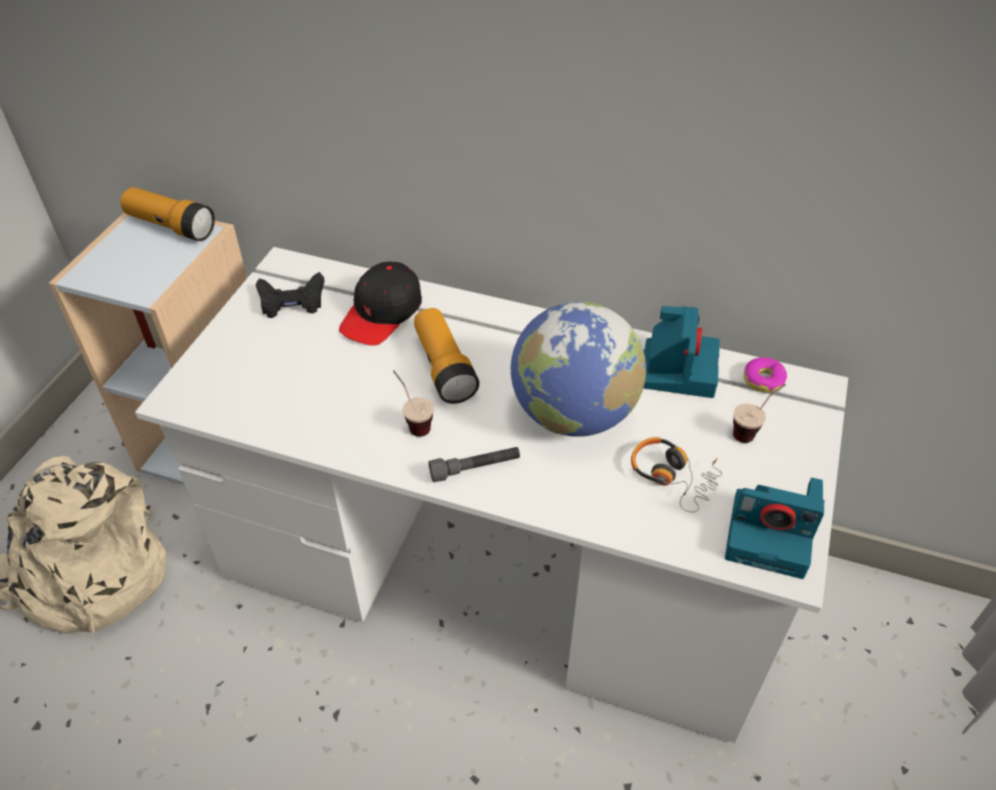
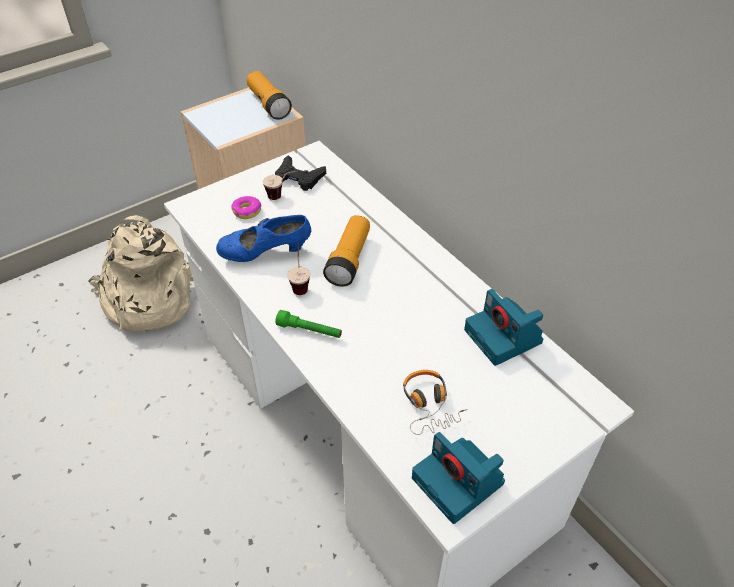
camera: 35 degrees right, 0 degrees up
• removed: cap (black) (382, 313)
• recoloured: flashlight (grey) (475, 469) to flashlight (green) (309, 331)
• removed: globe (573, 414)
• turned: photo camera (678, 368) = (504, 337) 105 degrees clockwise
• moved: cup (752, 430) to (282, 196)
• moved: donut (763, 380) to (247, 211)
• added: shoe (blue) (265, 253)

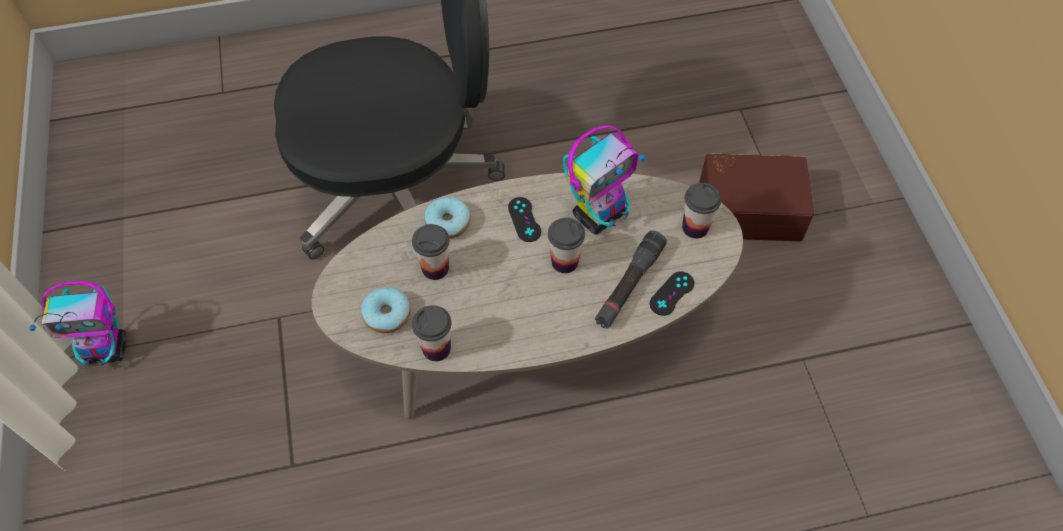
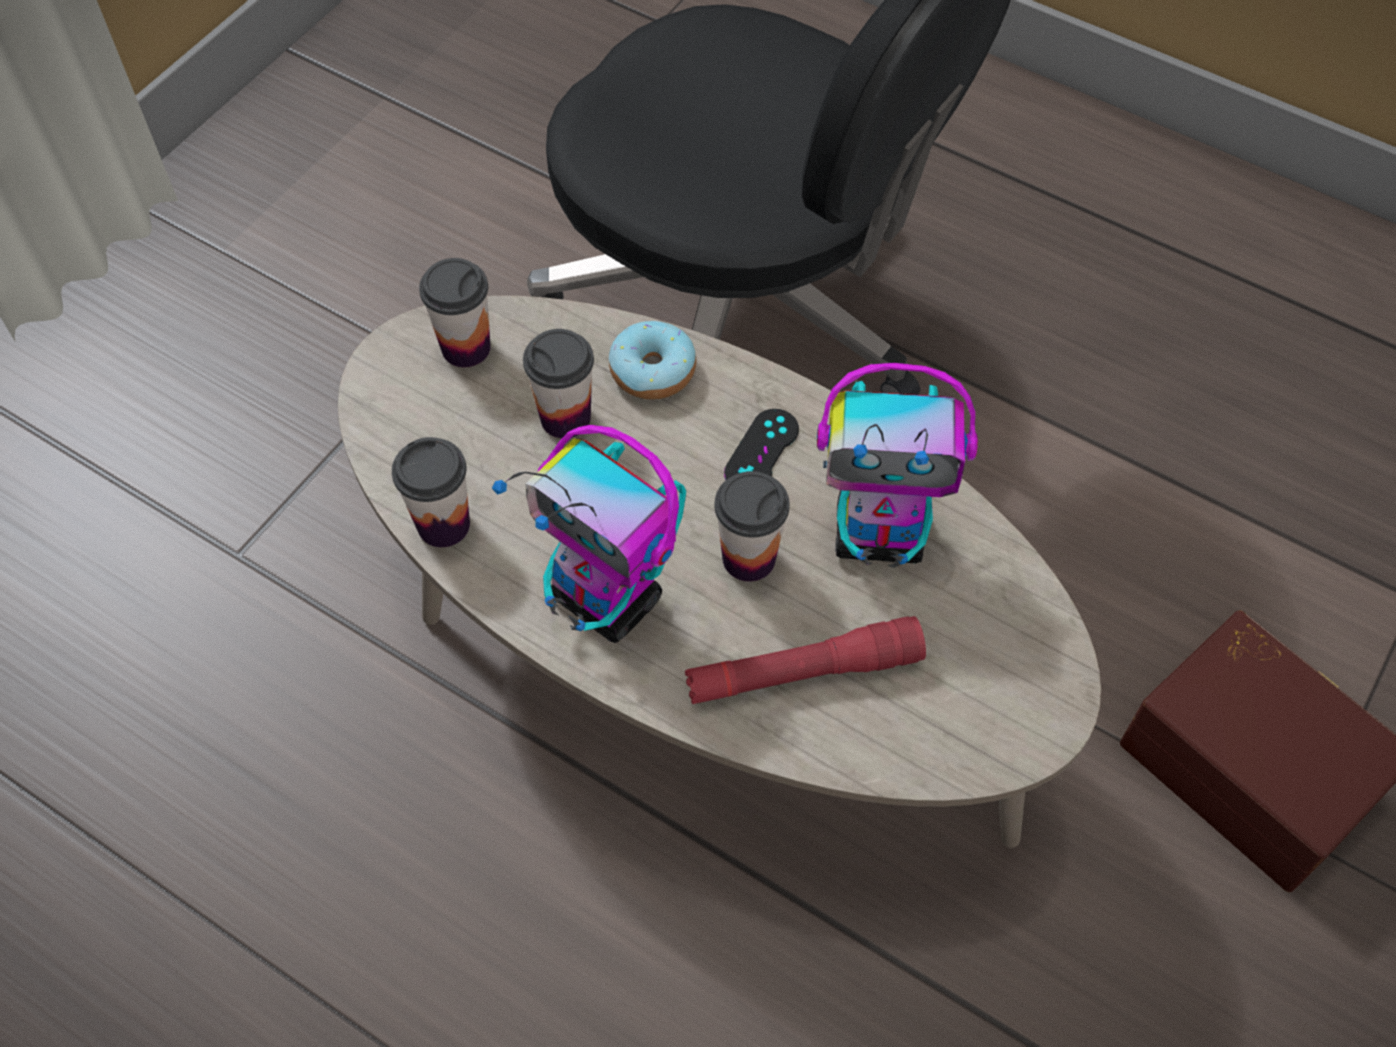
camera: 45 degrees right, 0 degrees up
• moved: toy robot (107, 349) to (608, 600)
• removed: donut (387, 315)
• recoloured: flashlight (black) (629, 285) to flashlight (red) (803, 672)
• removed: game controller (black) (671, 293)
• moved: cup (695, 227) to (466, 348)

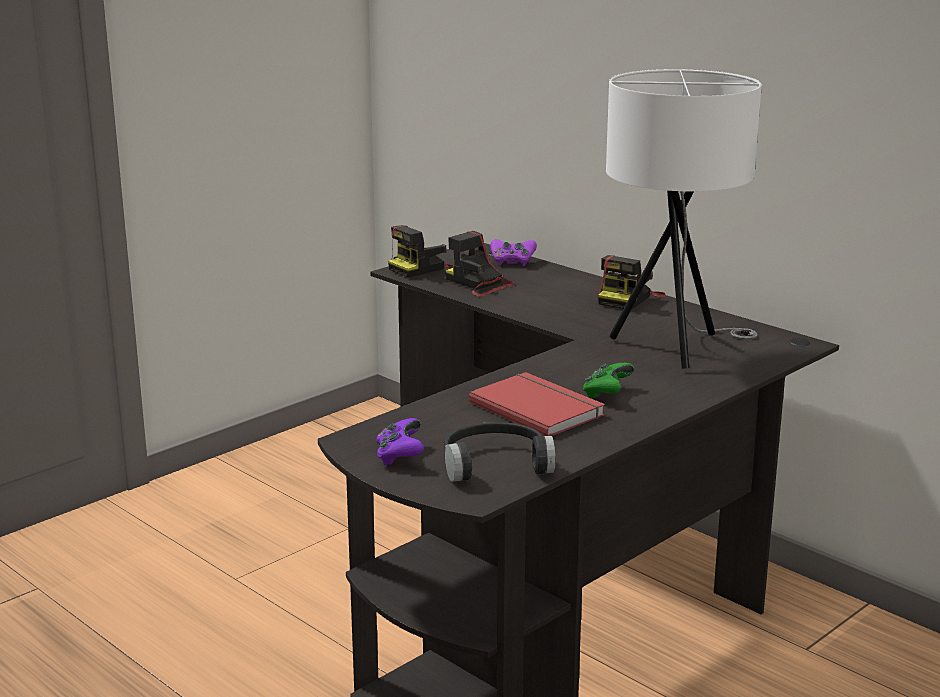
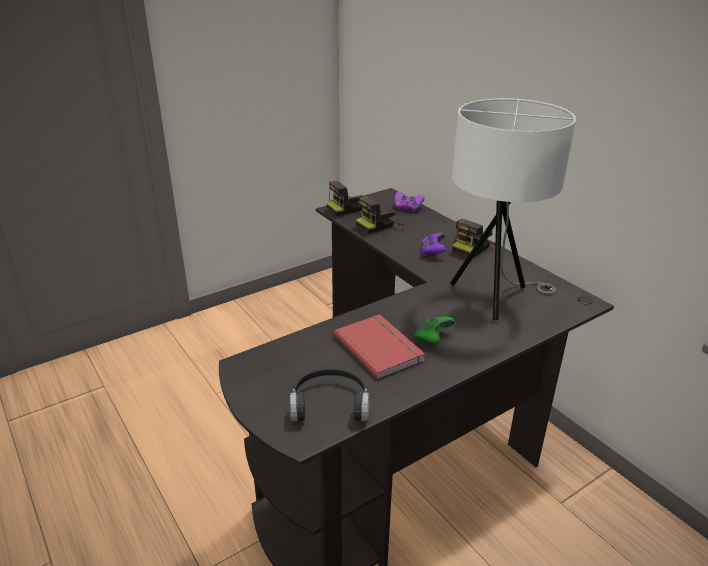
camera: 10 degrees right, 10 degrees up
• moved: game controller (purple) (400, 456) to (432, 252)
• turned: photo camera (479, 284) = (380, 225) 90 degrees counterclockwise

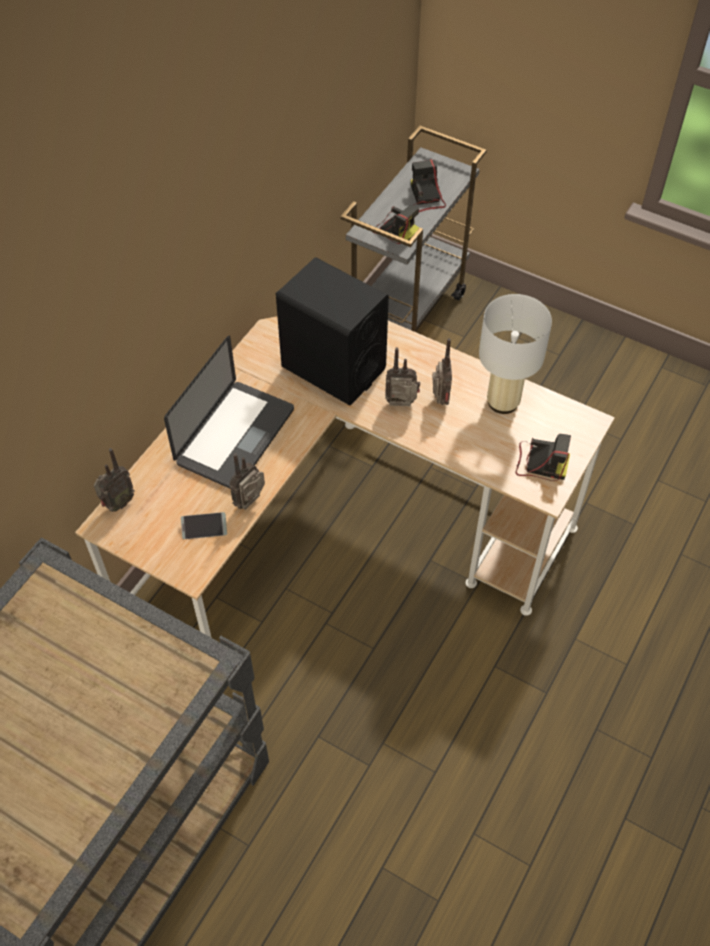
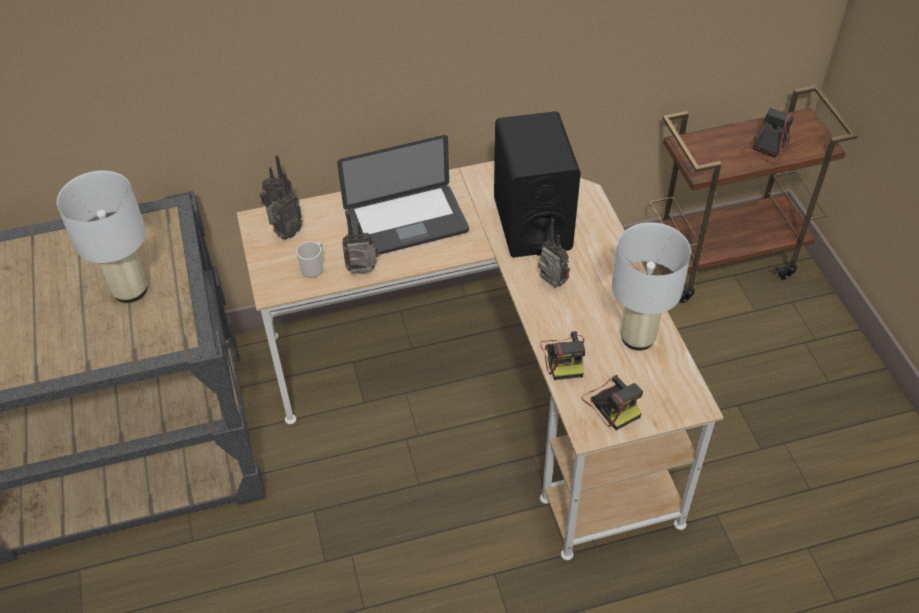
camera: 45 degrees right, 5 degrees down
• replaced: phone (204, 528) to mug (314, 268)
• recoloured: cart (grey) (408, 314) to cart (brown) (724, 262)
• moved: photo camera (395, 230) to (564, 357)
• moved: radio (439, 400) to (287, 234)
• added: table lamp (white) (129, 291)

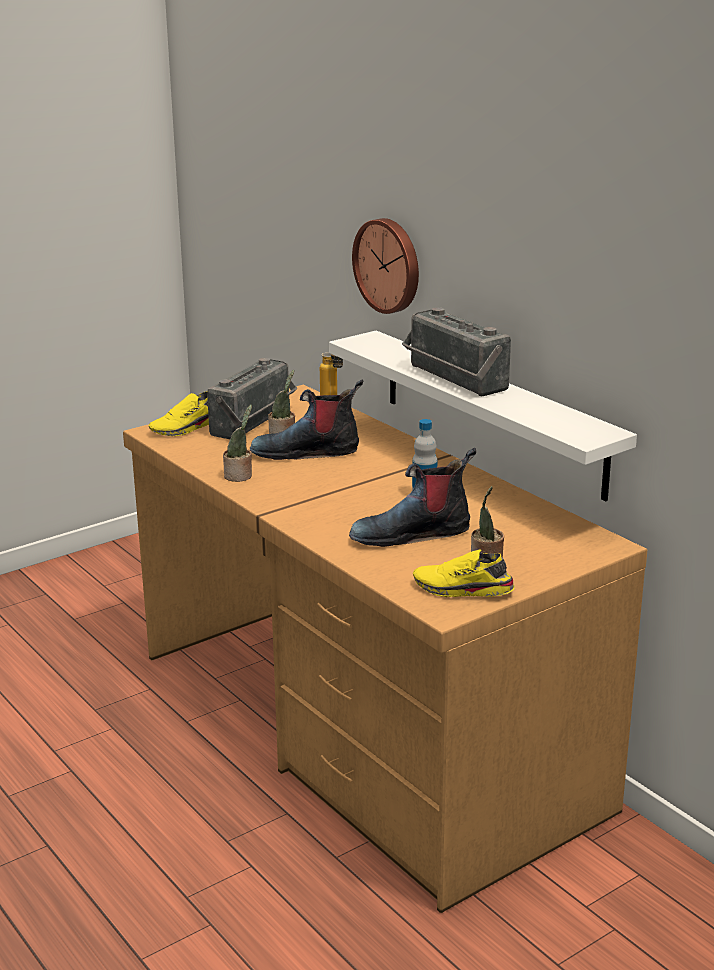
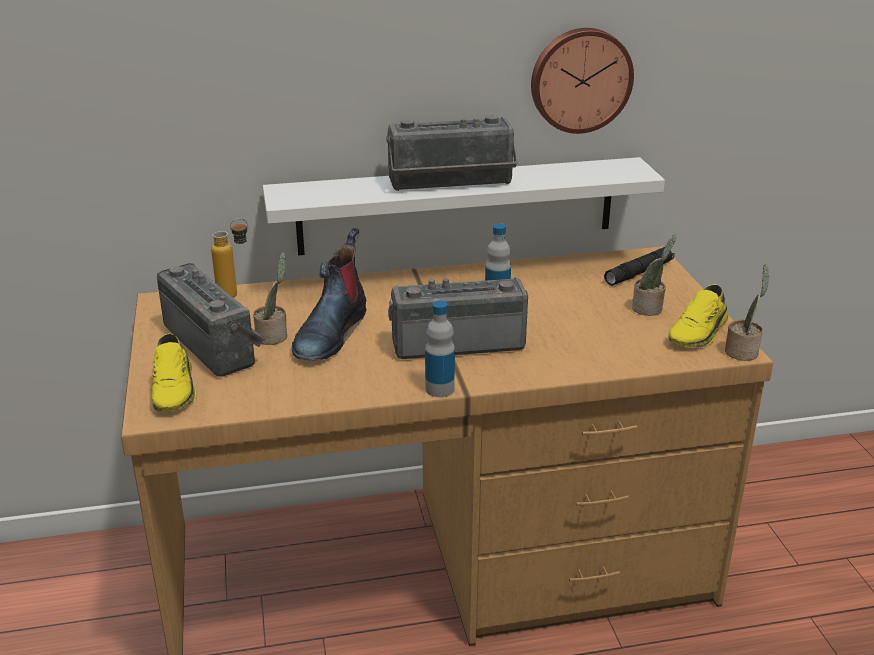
camera: 65 degrees left, 5 degrees up
• moved: potted plant (240, 476) to (742, 351)
• removed: boot (411, 534)
• moved: wall clock (389, 265) to (580, 79)
• added: radio (457, 342)
• added: bottle (439, 389)
• added: flashlight (black) (639, 273)

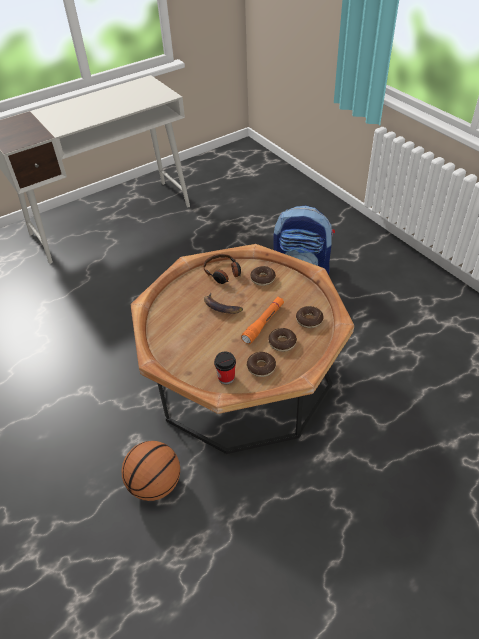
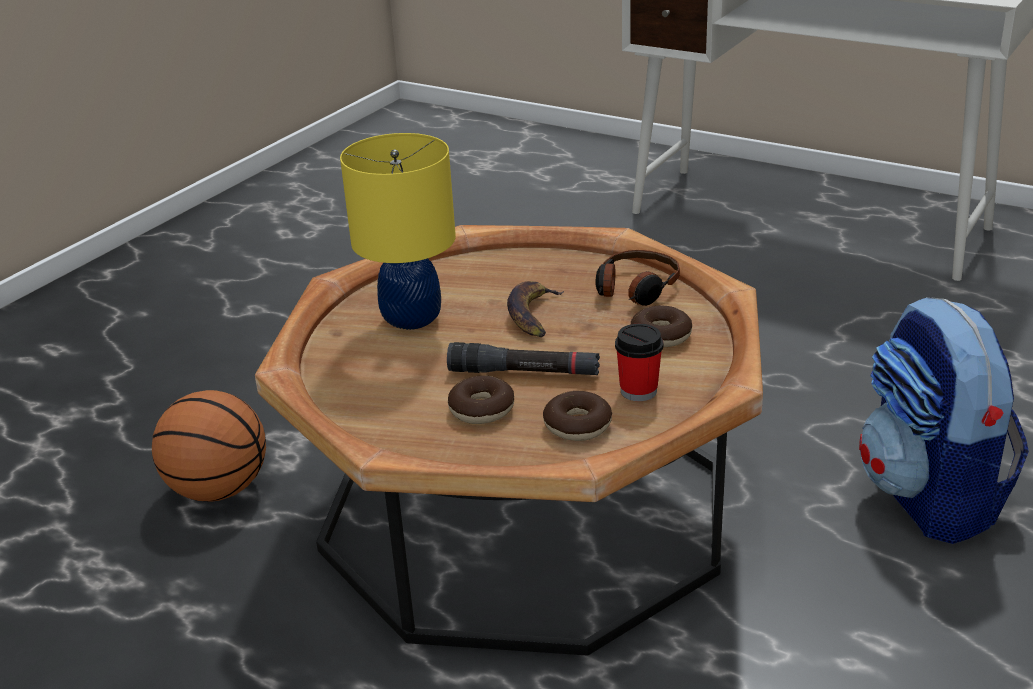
camera: 65 degrees right, 15 degrees down
• moved: cup (226, 377) to (638, 391)
• recoloured: flashlight (orange) (263, 323) to flashlight (black) (524, 373)
• removed: donut (261, 367)
• added: table lamp (yellow) (410, 319)

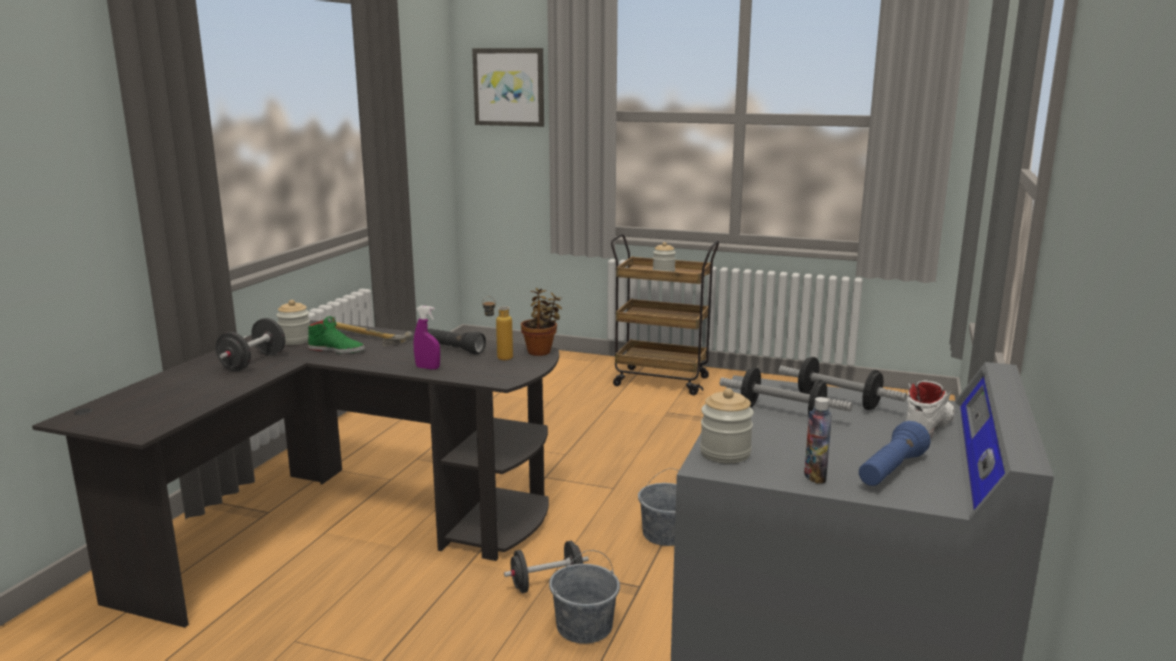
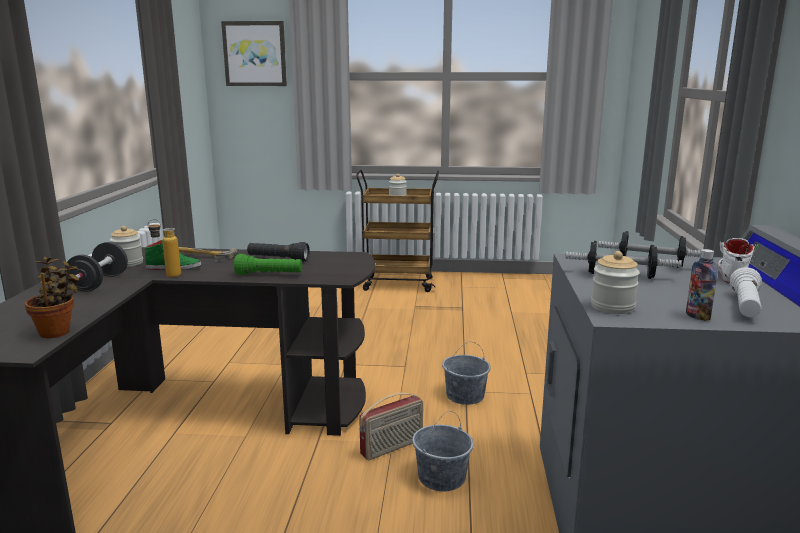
camera: 15 degrees left, 0 degrees up
• replaced: spray bottle (purple) (427, 368) to flashlight (green) (269, 275)
• moved: bottle (498, 358) to (167, 275)
• replaced: dumbbell (black) (547, 584) to radio (392, 448)
• moved: potted plant (541, 351) to (57, 331)
• recoloured: flashlight (blue) (891, 471) to flashlight (white) (745, 307)

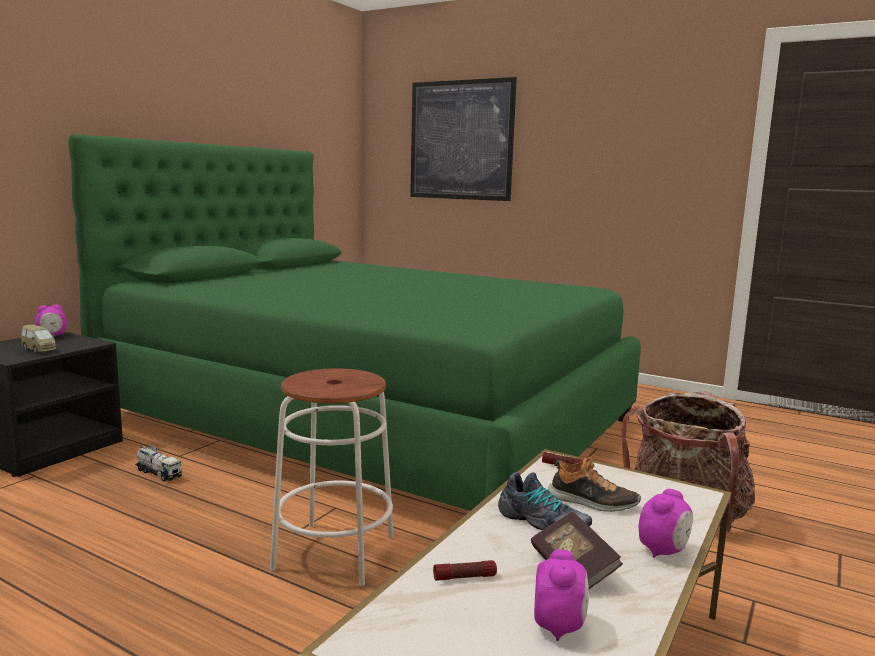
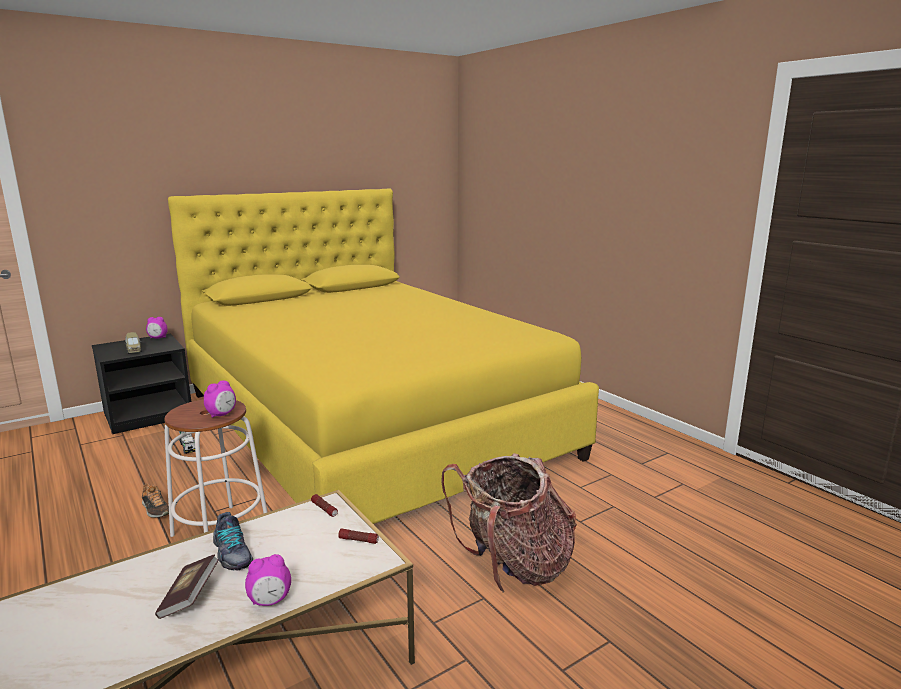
camera: 25 degrees right, 5 degrees up
• recoloured: bed (green) (368, 419) to bed (yellow) (370, 423)
• removed: picture (461, 140)
• moved: flashlight (464, 577) to (358, 540)
• moved: alarm clock (559, 626) to (222, 414)
• moved: shoe (592, 502) to (155, 510)

